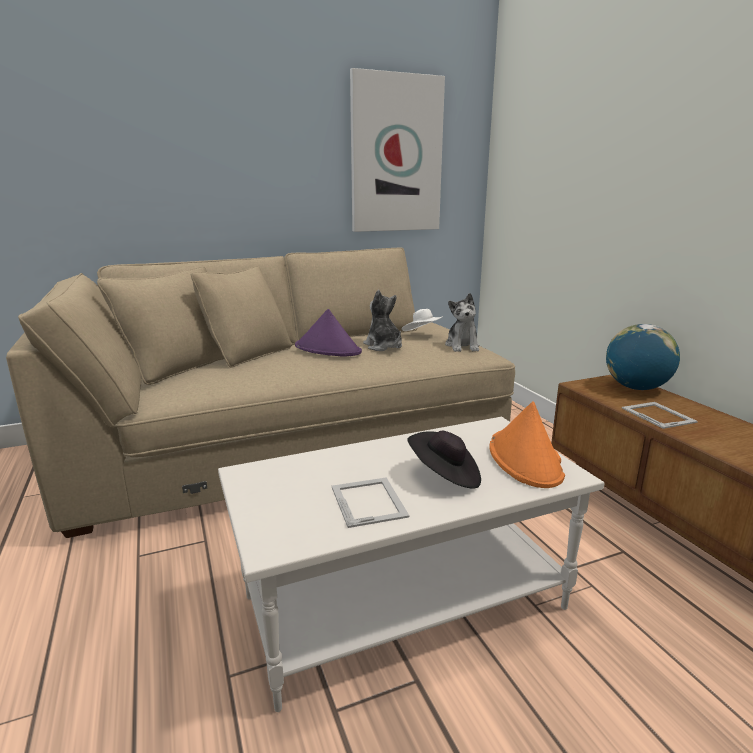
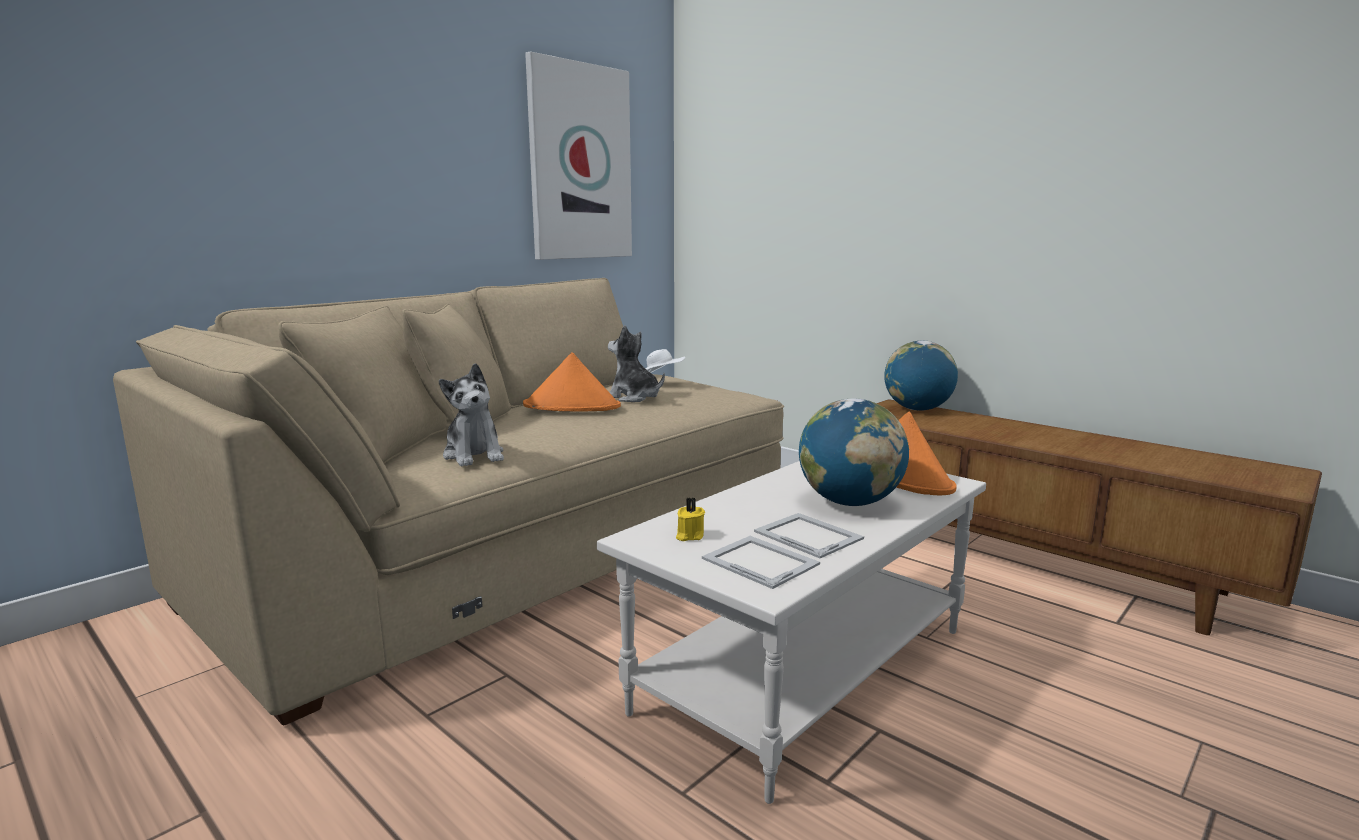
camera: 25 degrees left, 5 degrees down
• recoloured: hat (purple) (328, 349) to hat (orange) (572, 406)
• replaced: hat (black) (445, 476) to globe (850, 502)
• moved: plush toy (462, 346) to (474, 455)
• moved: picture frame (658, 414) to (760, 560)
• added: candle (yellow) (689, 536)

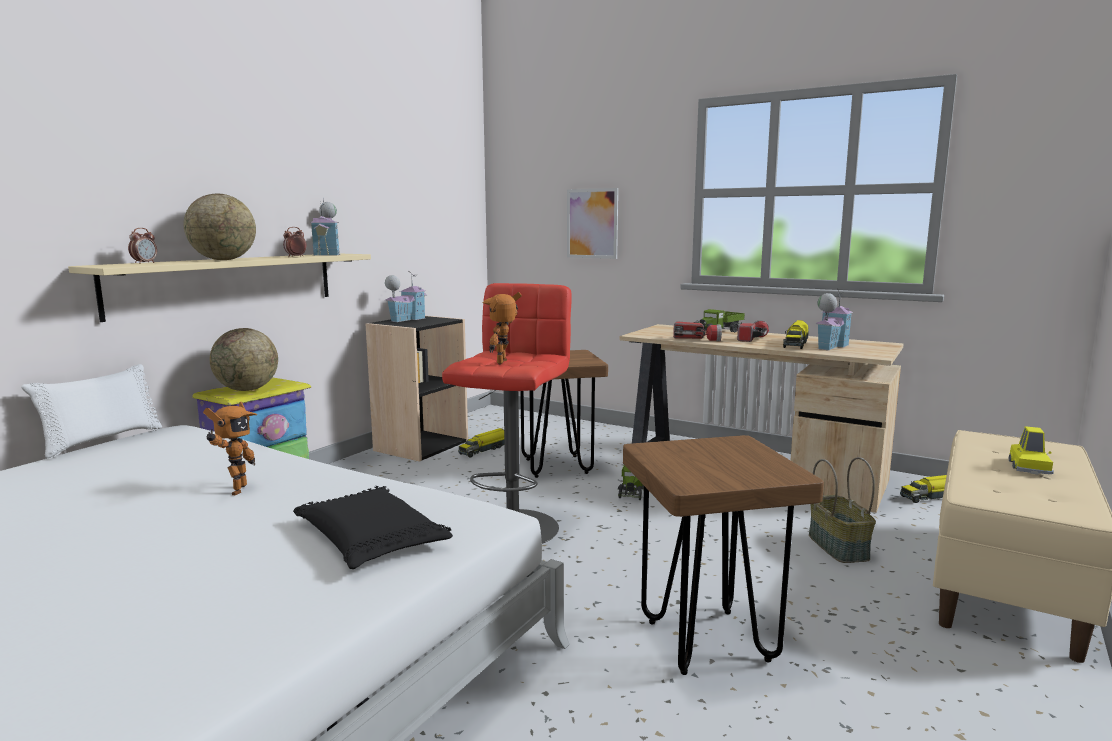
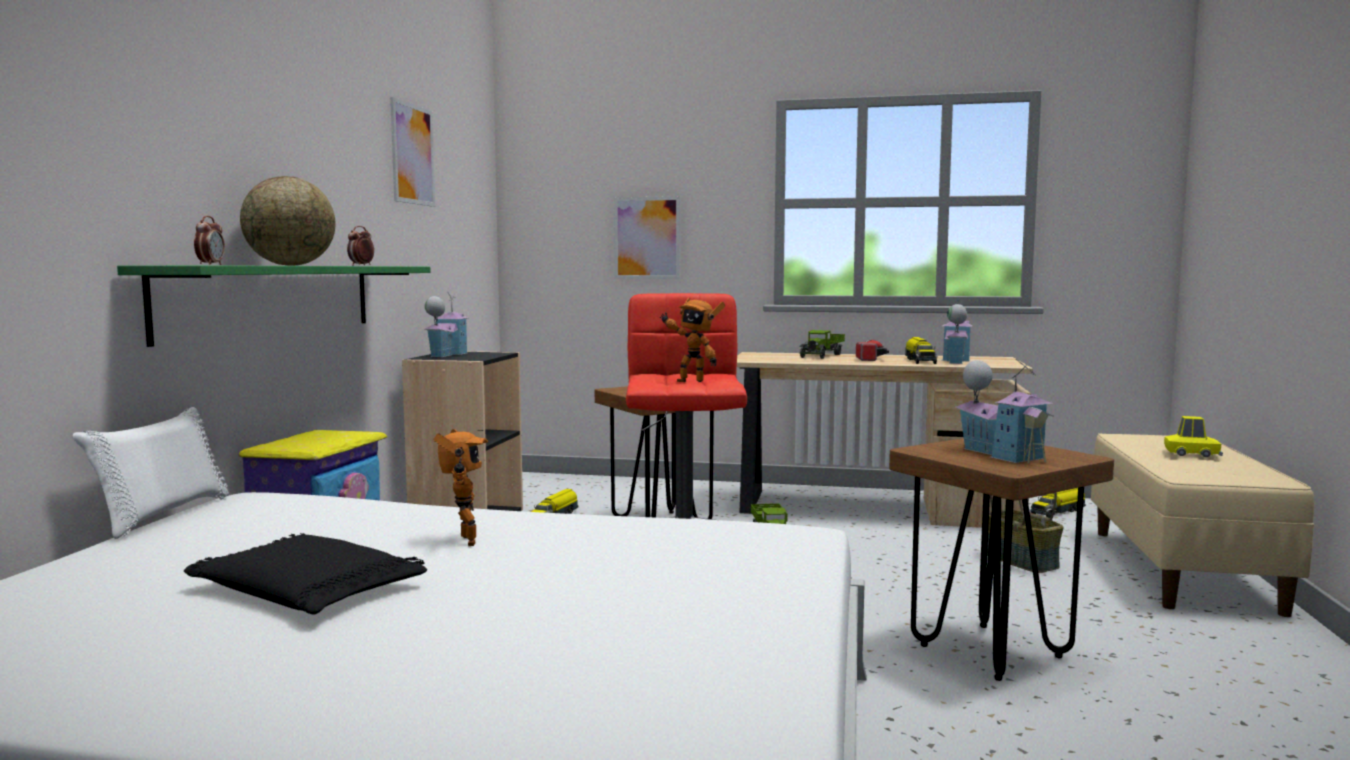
camera: 20 degrees left, 5 degrees down
• recoloured: shelf (beige) (228, 283) to shelf (green) (273, 299)
• removed: globe (247, 389)
• moved: pillow (black) (370, 535) to (306, 587)
• moved: toy house (328, 254) to (1002, 454)
• turned: toy robot (505, 362) = (690, 381) 75 degrees counterclockwise
• removed: flashlight (697, 339)
• turned: toy car (yellow) (1029, 467) = (1192, 454) 75 degrees counterclockwise
• added: picture (412, 154)

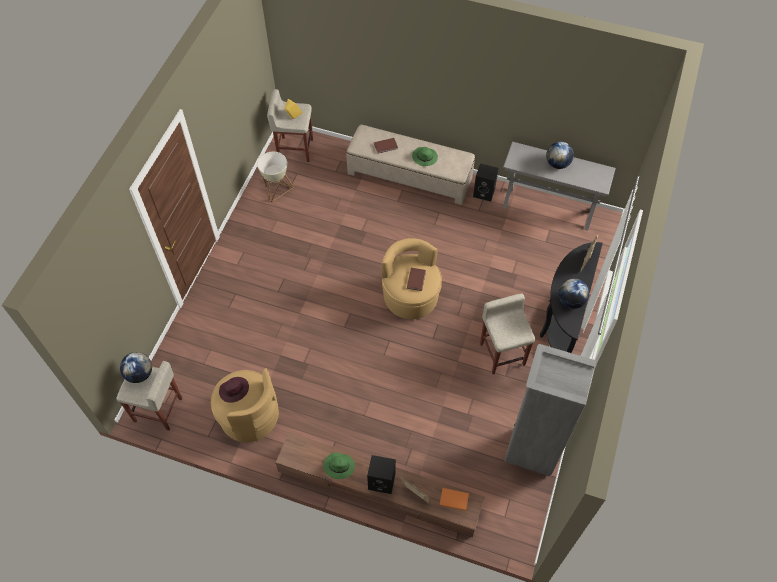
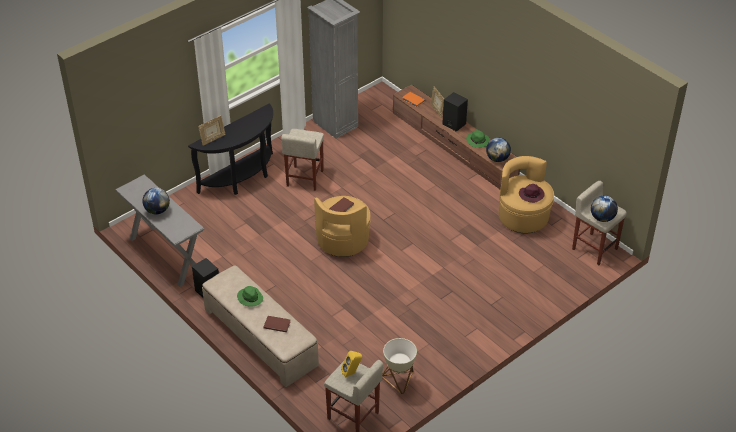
camera: 150 degrees left, 15 degrees down
• moved: globe (571, 301) to (497, 159)

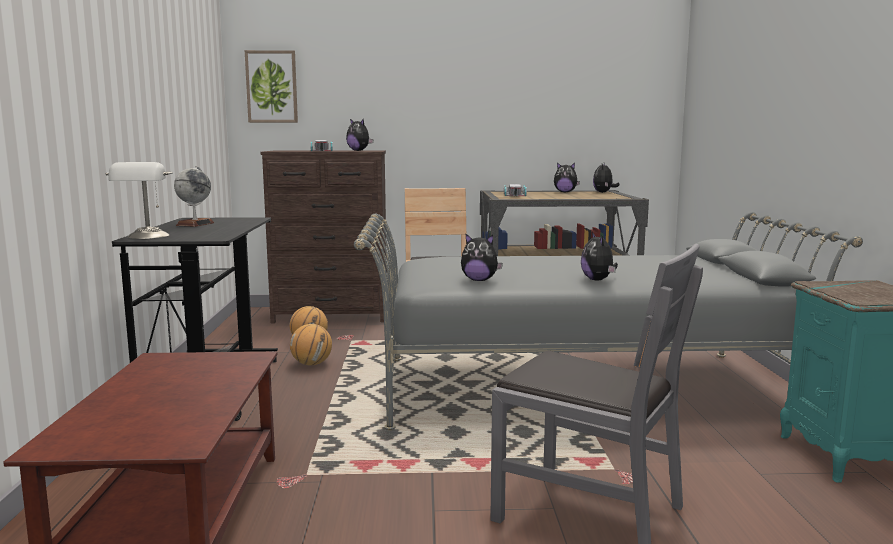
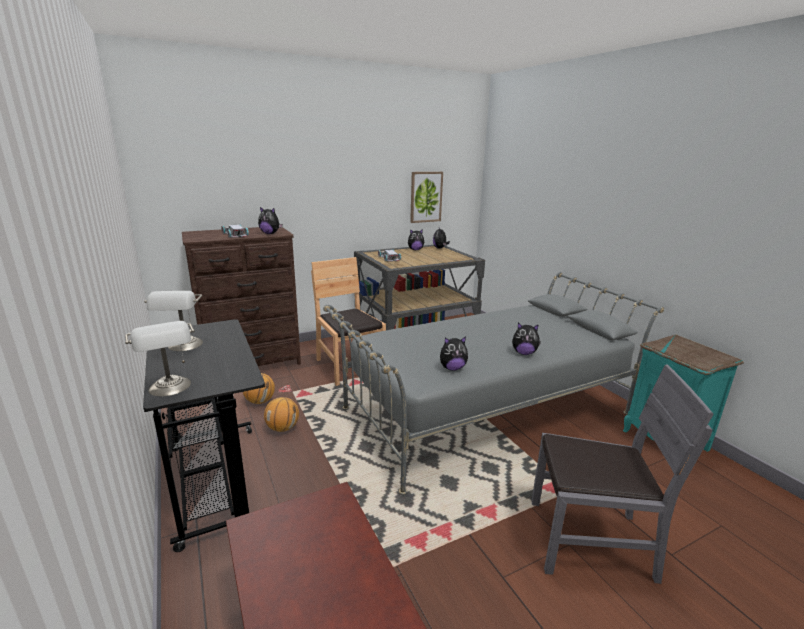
camera: 25 degrees left, 10 degrees up
• replaced: globe (195, 224) to table lamp (white) (184, 347)
• moved: picture (272, 87) to (426, 197)
• turned: plush toy (598, 280) = (524, 353) 45 degrees counterclockwise

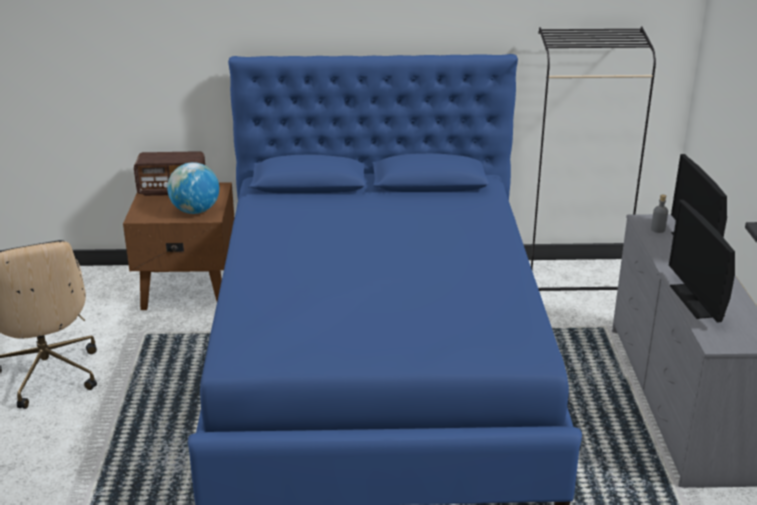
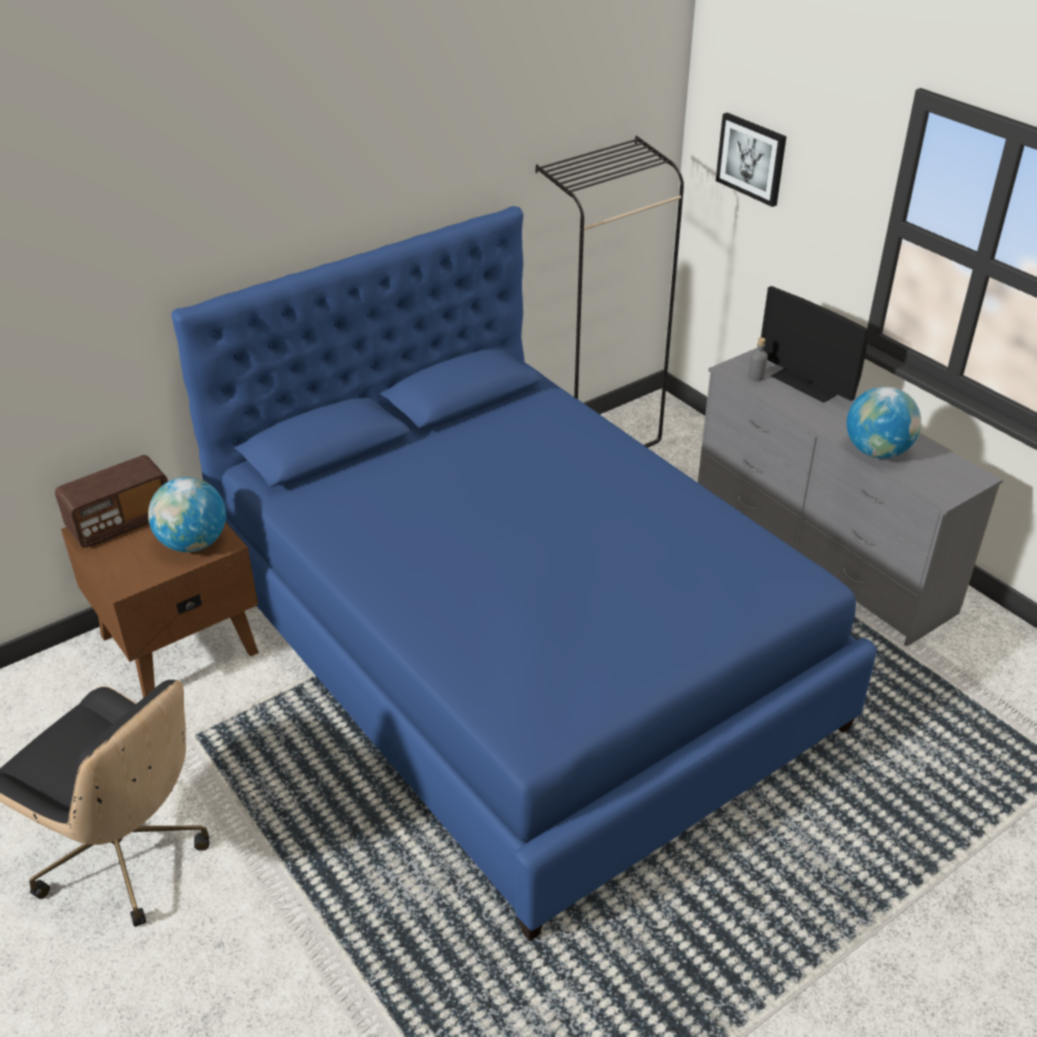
camera: 35 degrees left, 10 degrees up
• replaced: monitor (696, 300) to globe (877, 452)
• added: picture (752, 158)

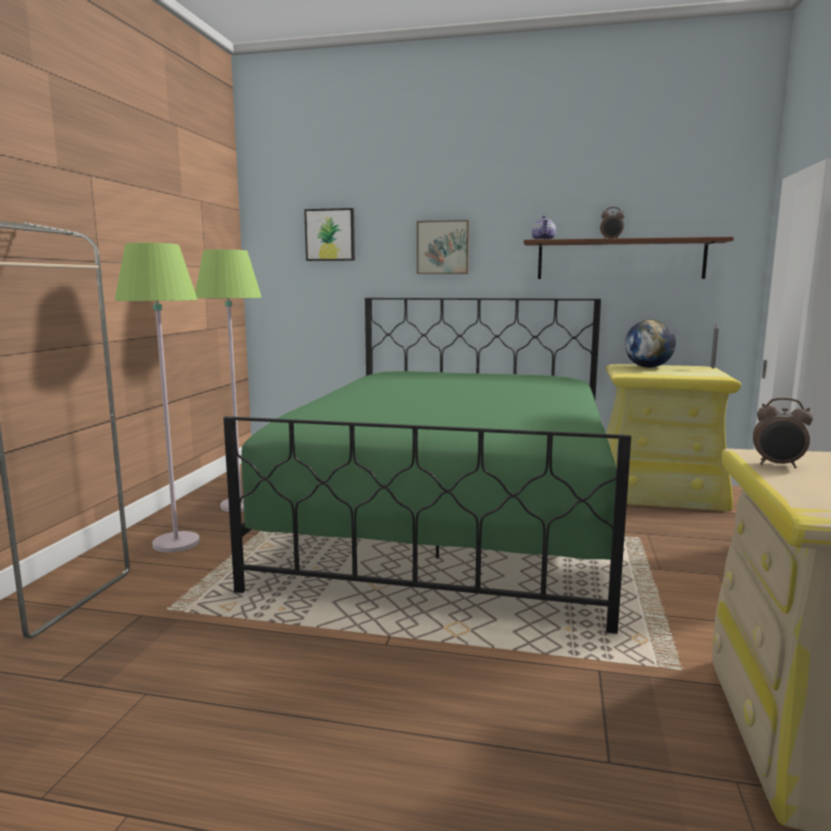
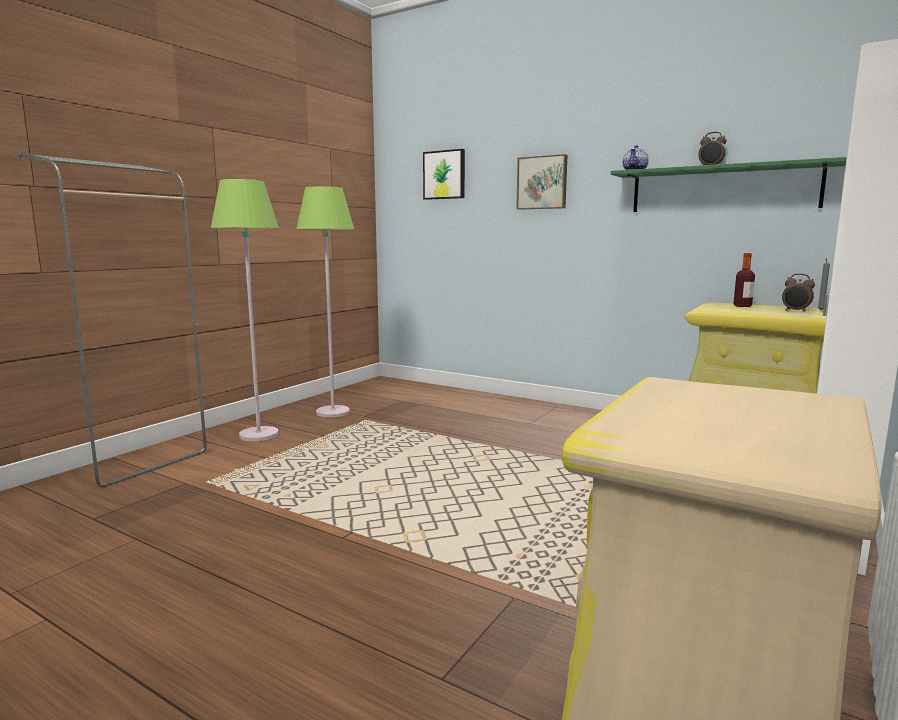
camera: 20 degrees right, 0 degrees up
• removed: bed (green) (453, 522)
• recoloured: shelf (brown) (620, 259) to shelf (green) (722, 189)
• replaced: globe (648, 367) to bottle (742, 306)
• moved: alarm clock (778, 465) to (796, 311)

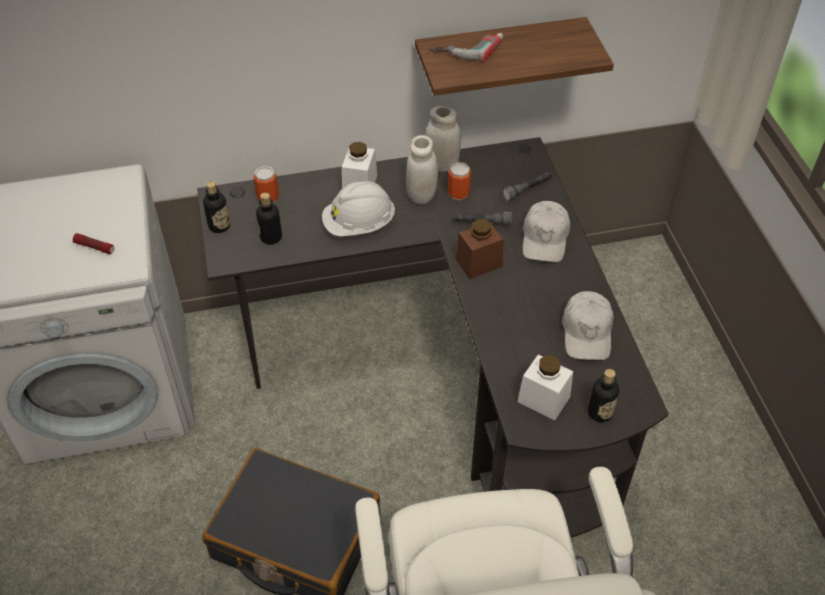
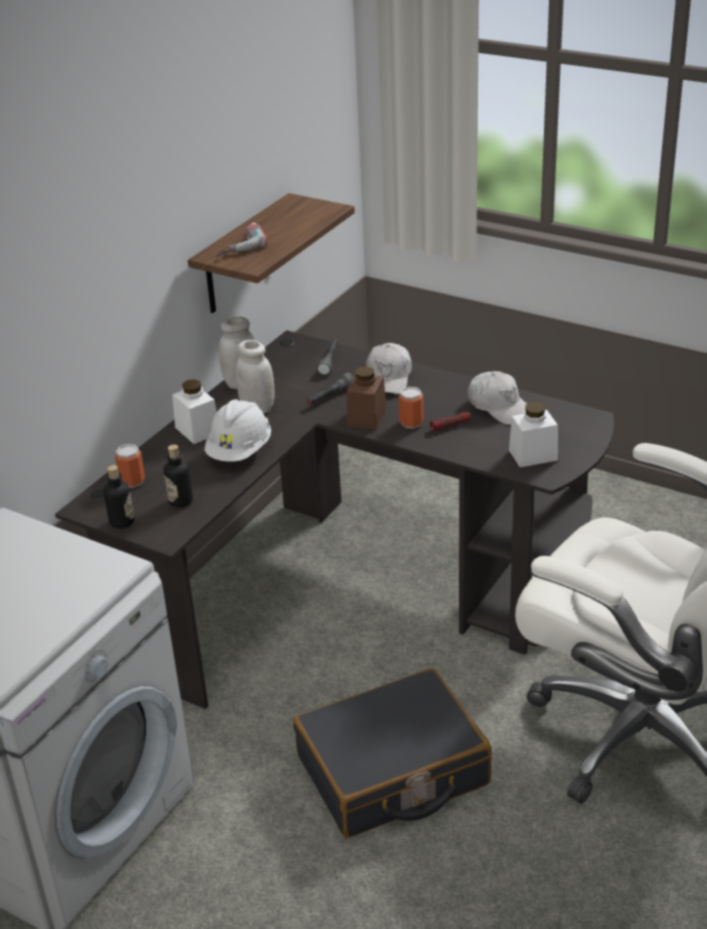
camera: 45 degrees left, 15 degrees down
• moved: flashlight (95, 247) to (450, 425)
• moved: can (458, 193) to (411, 422)
• turned: cap (white) (545, 238) = (388, 378) 45 degrees clockwise
• removed: bottle (600, 412)

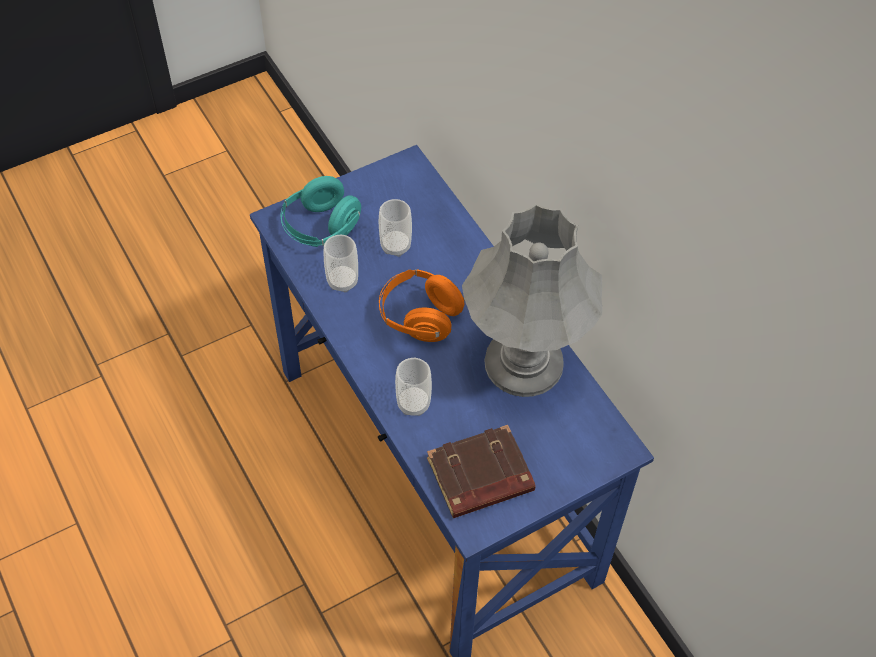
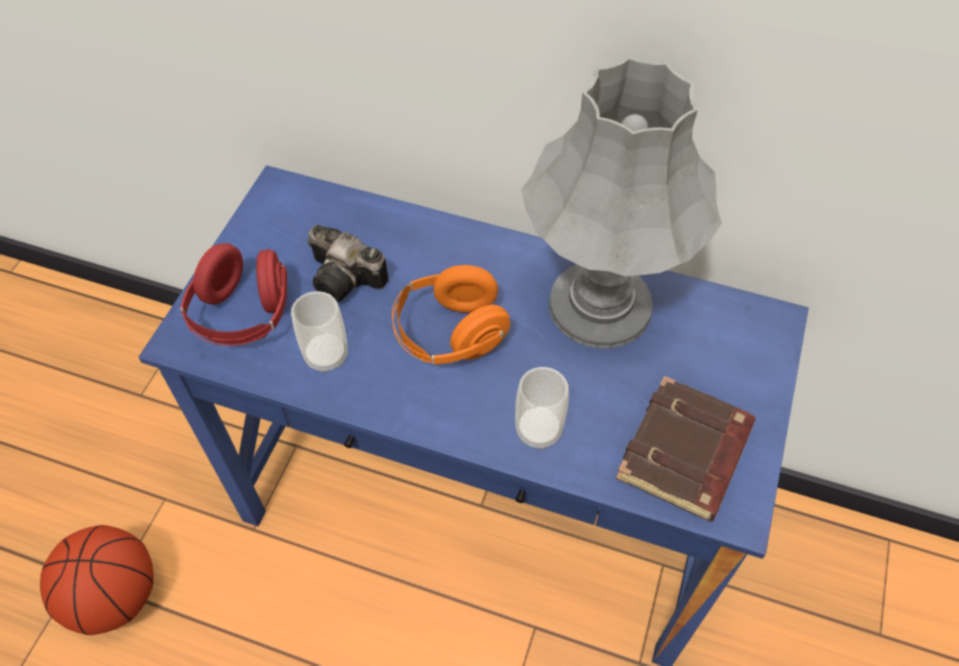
camera: 40 degrees left, 0 degrees up
• recoloured: headphones (turquoise) (321, 227) to headphones (red) (243, 315)
• replaced: cup (395, 246) to photo camera (348, 279)
• added: basketball (116, 596)

